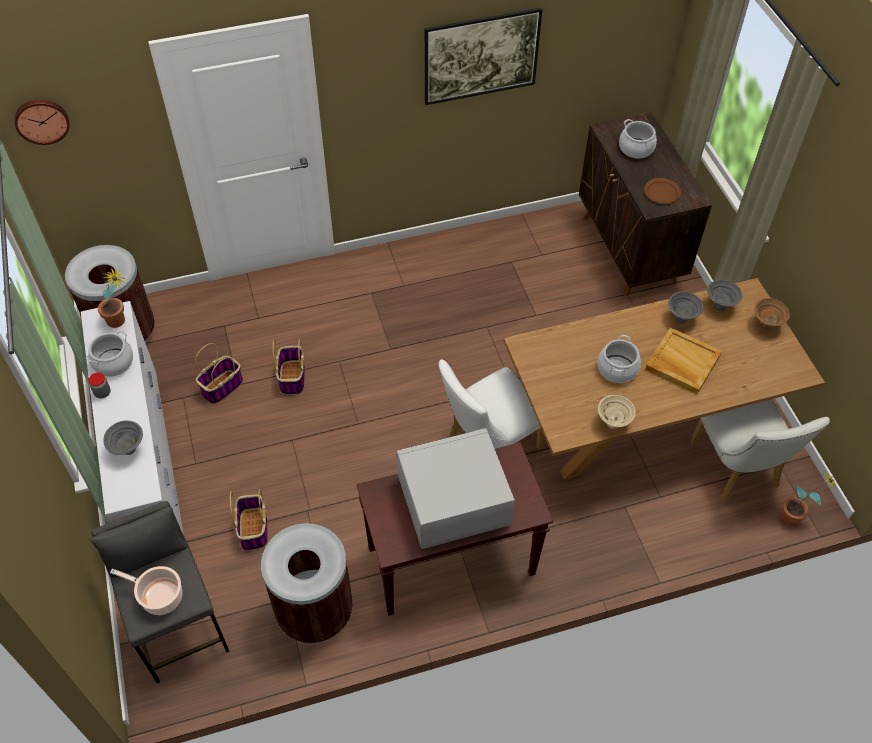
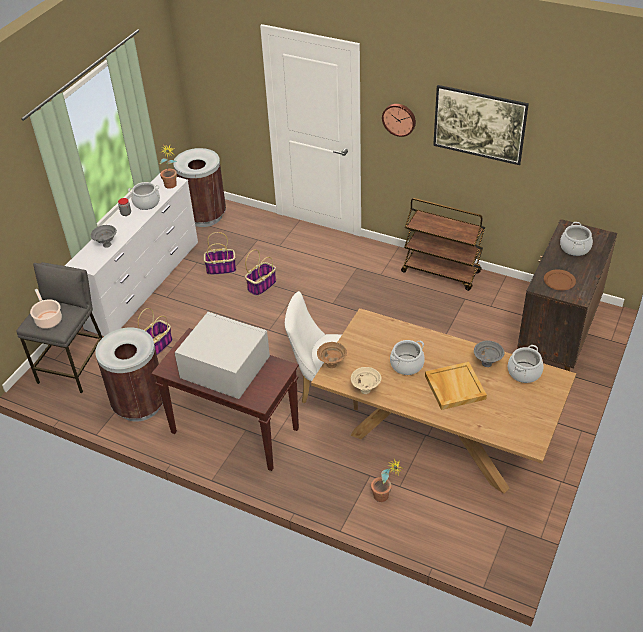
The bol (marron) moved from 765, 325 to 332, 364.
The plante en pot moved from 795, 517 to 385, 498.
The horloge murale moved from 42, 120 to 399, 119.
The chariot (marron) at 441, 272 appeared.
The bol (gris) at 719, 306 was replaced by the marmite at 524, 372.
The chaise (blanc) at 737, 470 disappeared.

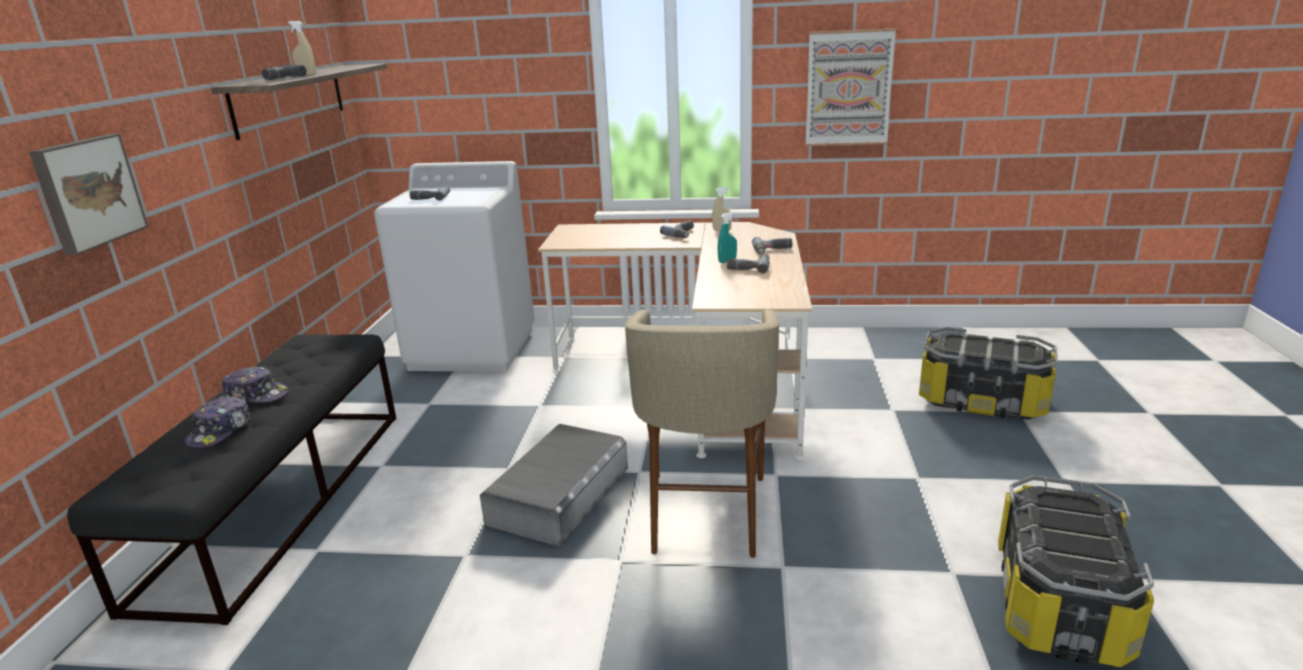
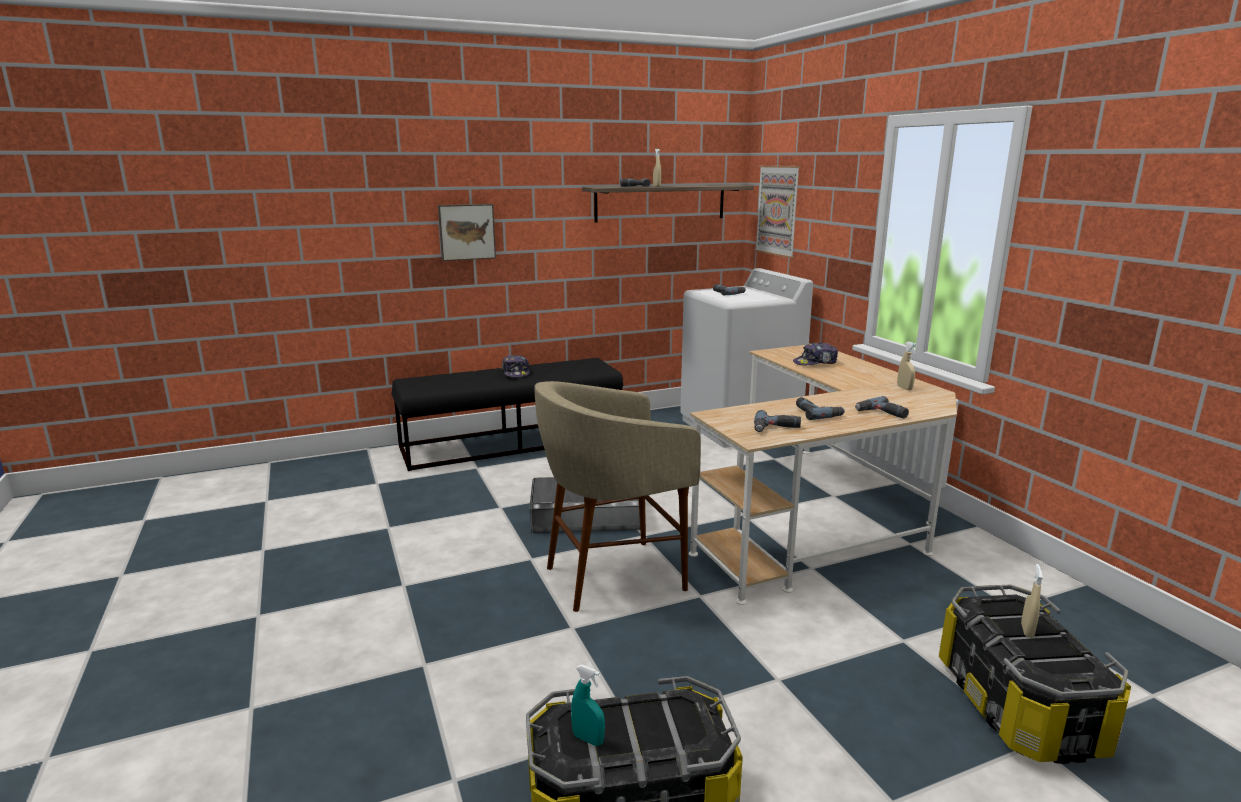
The vaporisateur (turquoise) moved from 727, 261 to 588, 739.
The perceuse moved from 684, 234 to 776, 428.
The tableau moved from 848, 88 to 777, 210.
The casquette moved from 221, 431 to 815, 363.
The vaporisateur (beige) at 1027, 631 appeared.

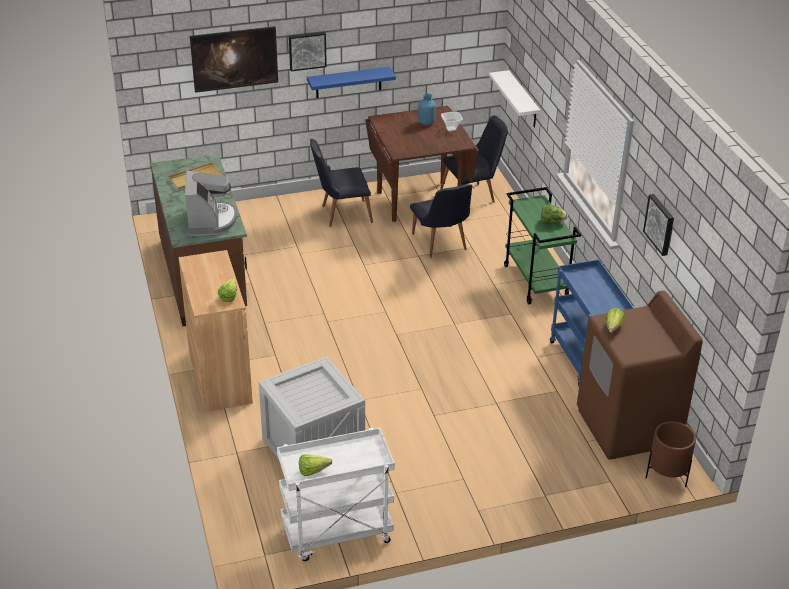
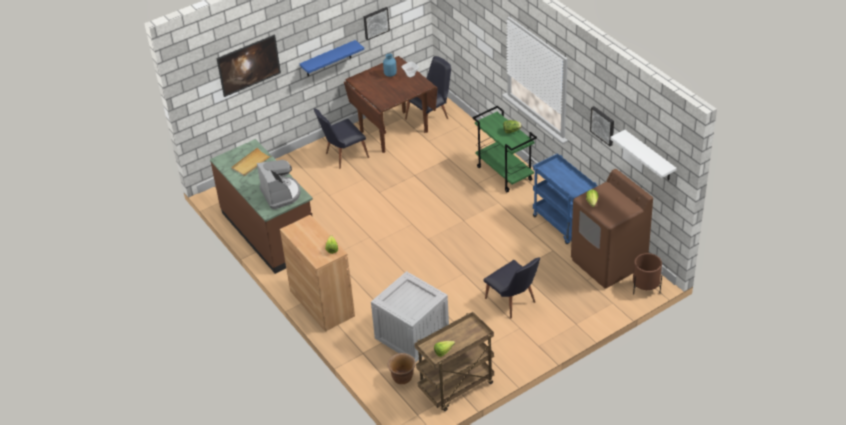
The tableau moved from 307, 50 to 375, 23.
The cache-pot (marron) at 402, 378 appeared.
The chariot (blanc) at 336, 534 became the chariot (marron) at 456, 388.
The chaise (noir) moved from 441, 245 to 513, 303.
The étagère (blanc) moved from 523, 100 to 649, 156.

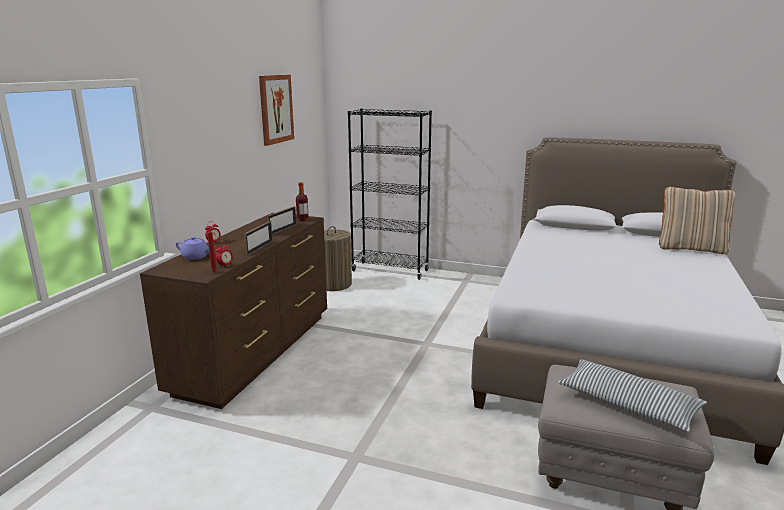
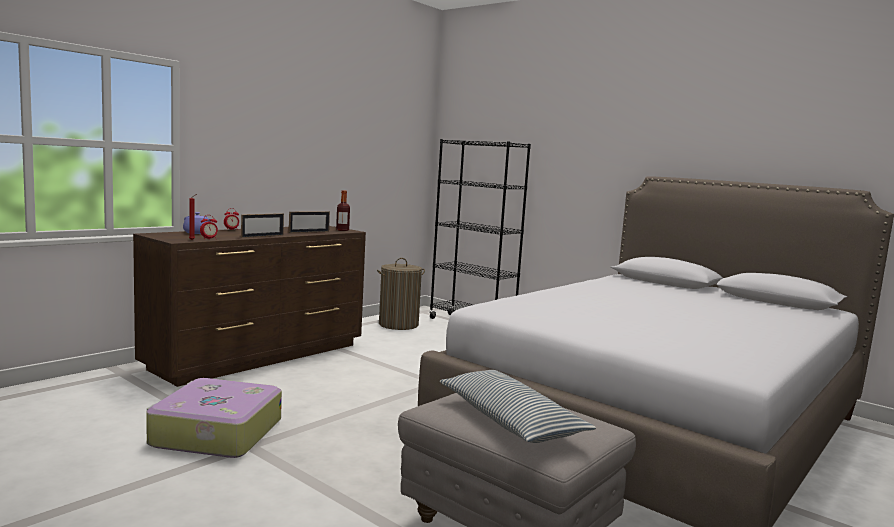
The valise at 215, 433 appeared.
The tableau at 276, 109 disappeared.
The coussin (beige) at 691, 248 disappeared.

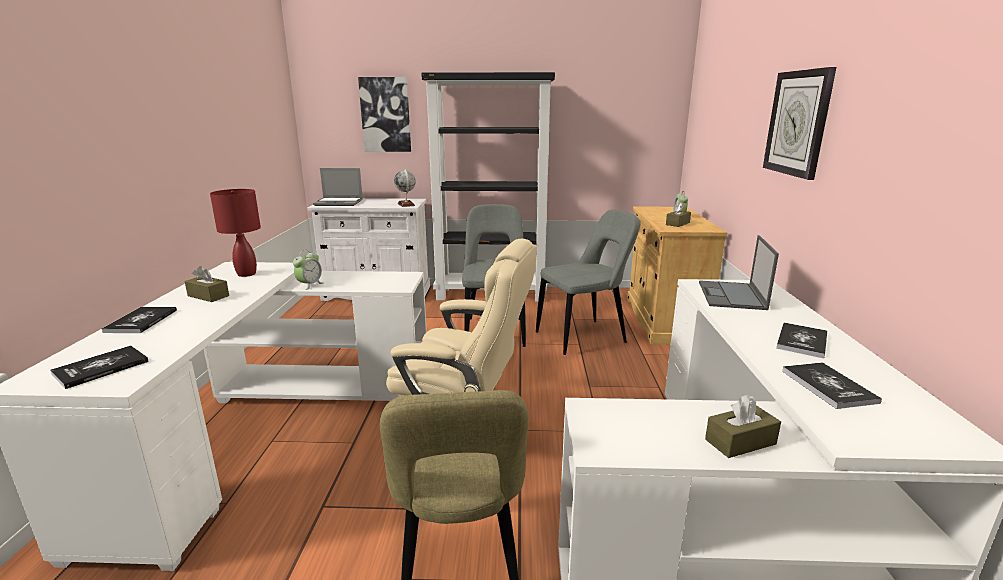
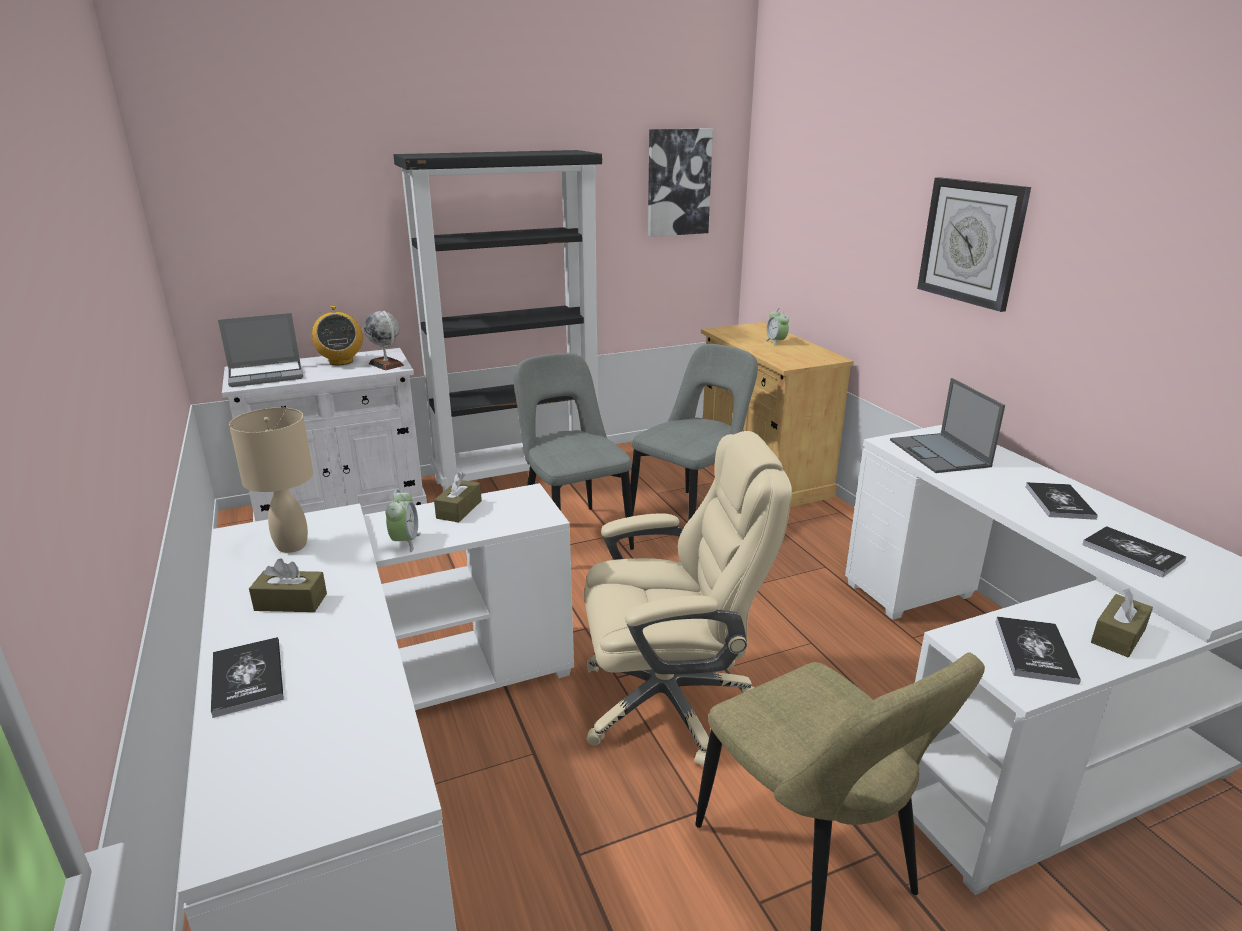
The lampe de table (rouge) at 246, 274 became the lampe de table (beige) at 290, 545.
The radio at 341, 361 appeared.
The boîte à mouchoirs (marron) moved from 677, 224 to 459, 509.
The tableau moved from 385, 115 to 678, 182.
The livre moved from 101, 368 to 1034, 651.

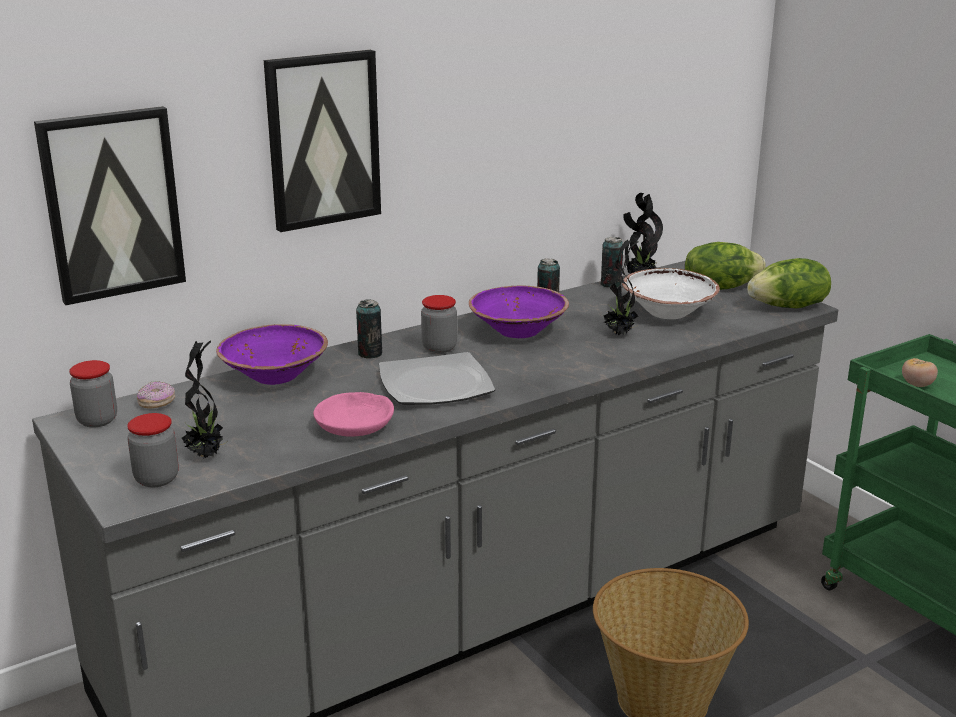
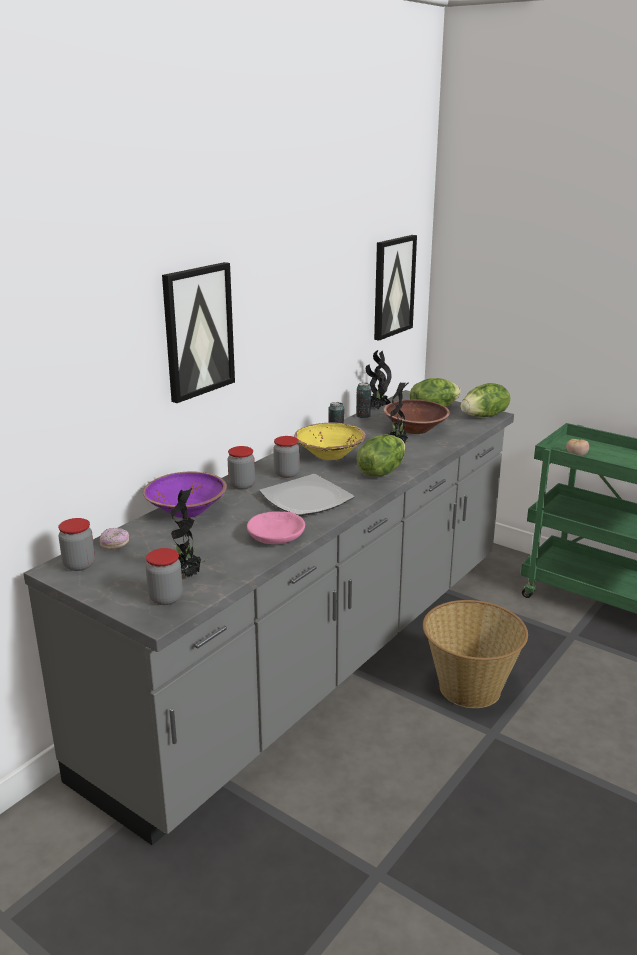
The boîte métallique at 370, 354 was replaced by the bocal at 242, 485.
The bol (violet) at 518, 331 became the bol (jaune) at 330, 455.
The laitue at 381, 471 appeared.
The tableau moved from 112, 204 to 393, 286.
The bol (blanc) at 668, 312 became the bol (marron) at 415, 429.

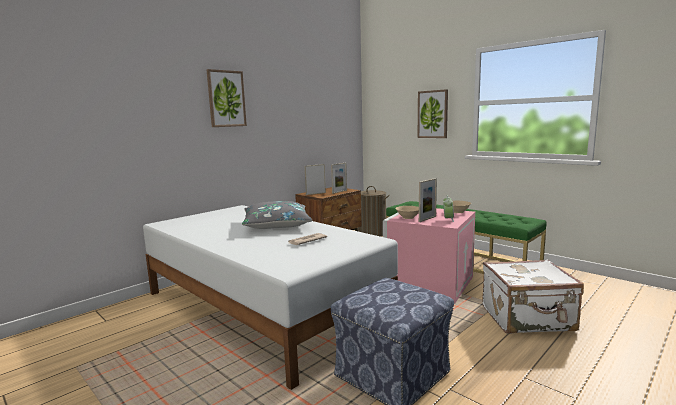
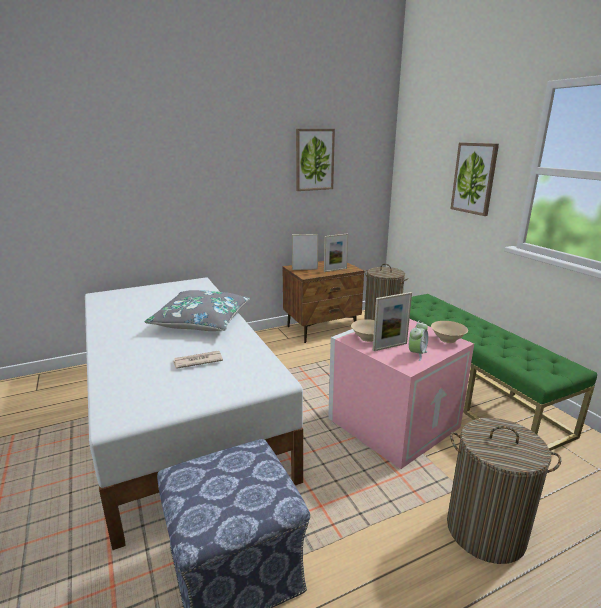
The tableau moved from 226, 99 to 314, 160.
The valise (blanc) at 528, 319 was replaced by the panier à linge at 485, 531.

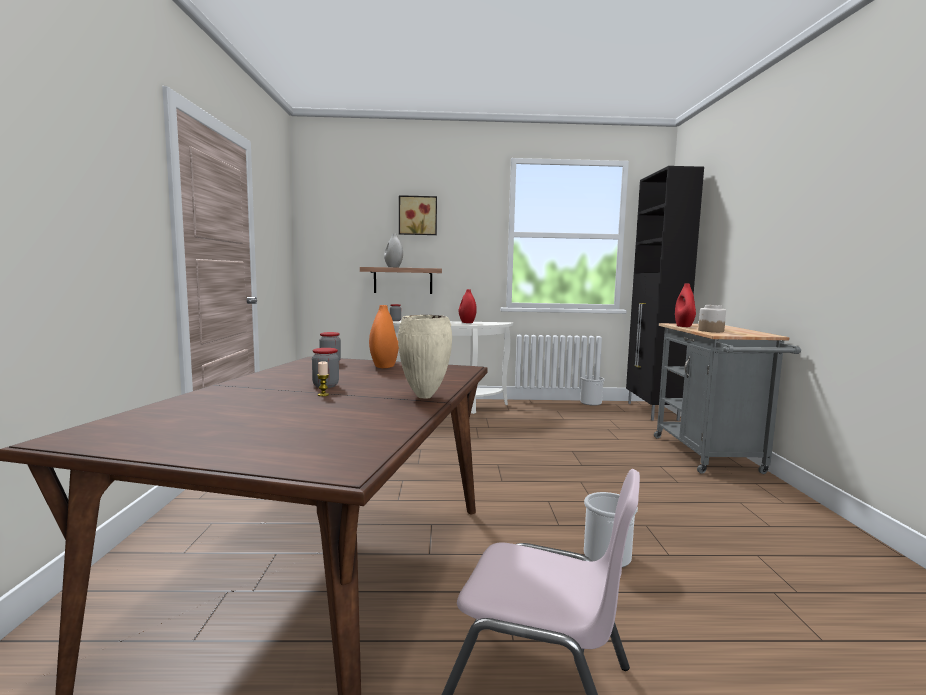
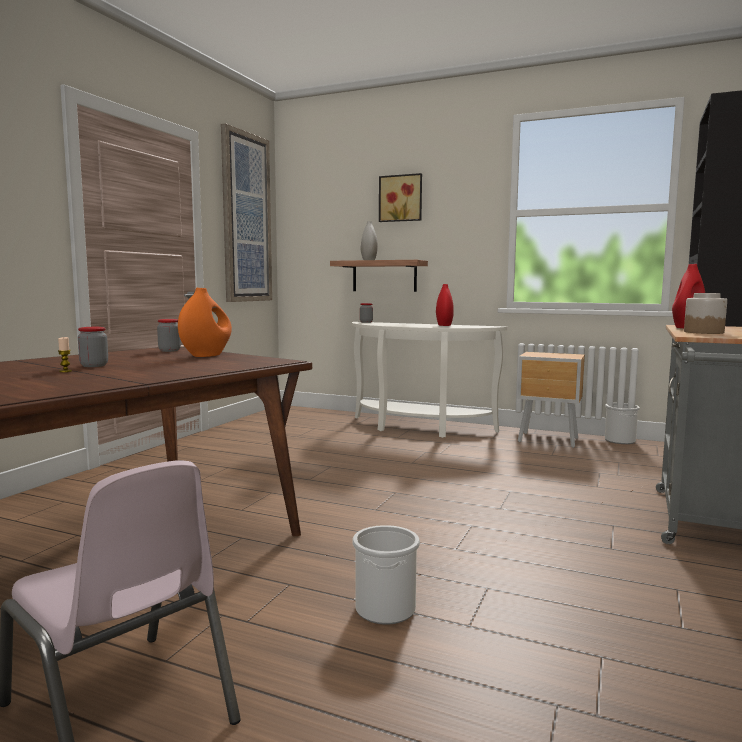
The tableau at 246, 218 appeared.
The table de chevet (marron) at 549, 441 appeared.
The vase (beige) at 424, 397 disappeared.

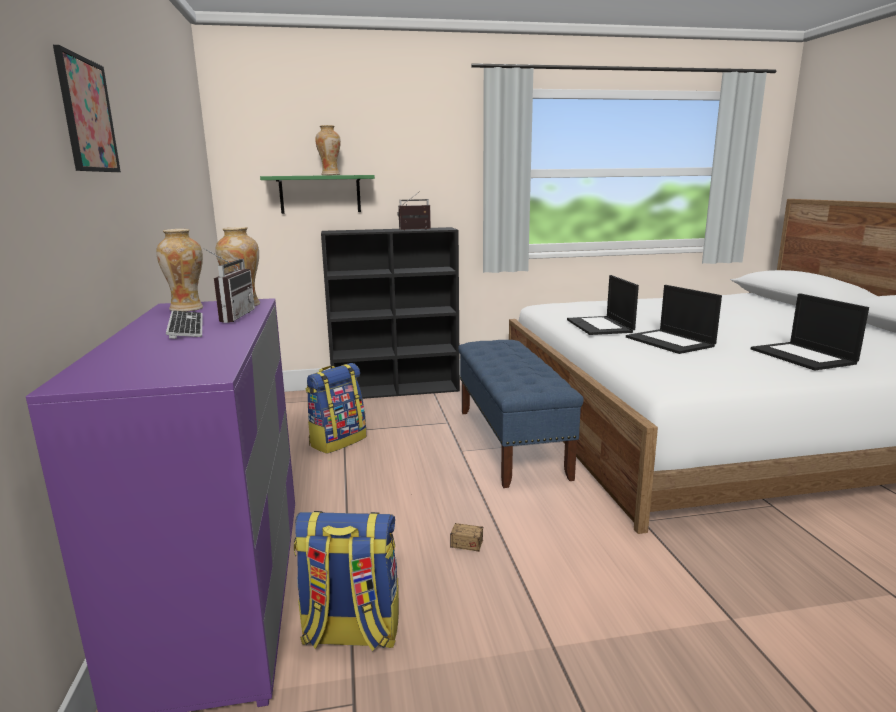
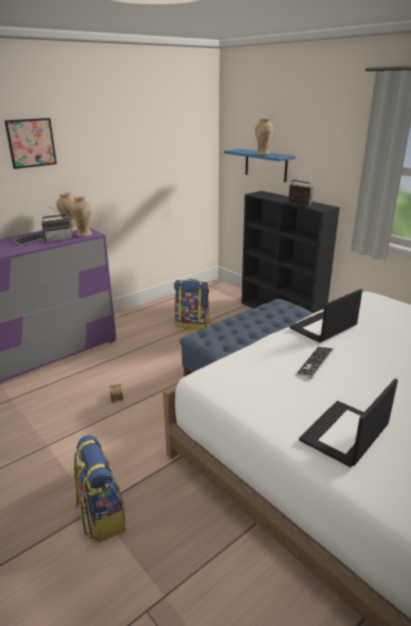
The sac à dos moved from 351, 633 to 101, 516.
The étagère (vert) at 320, 194 became the étagère (bleu) at 266, 165.
The ordinateur portable at 671, 342 was replaced by the clavier at 315, 363.

